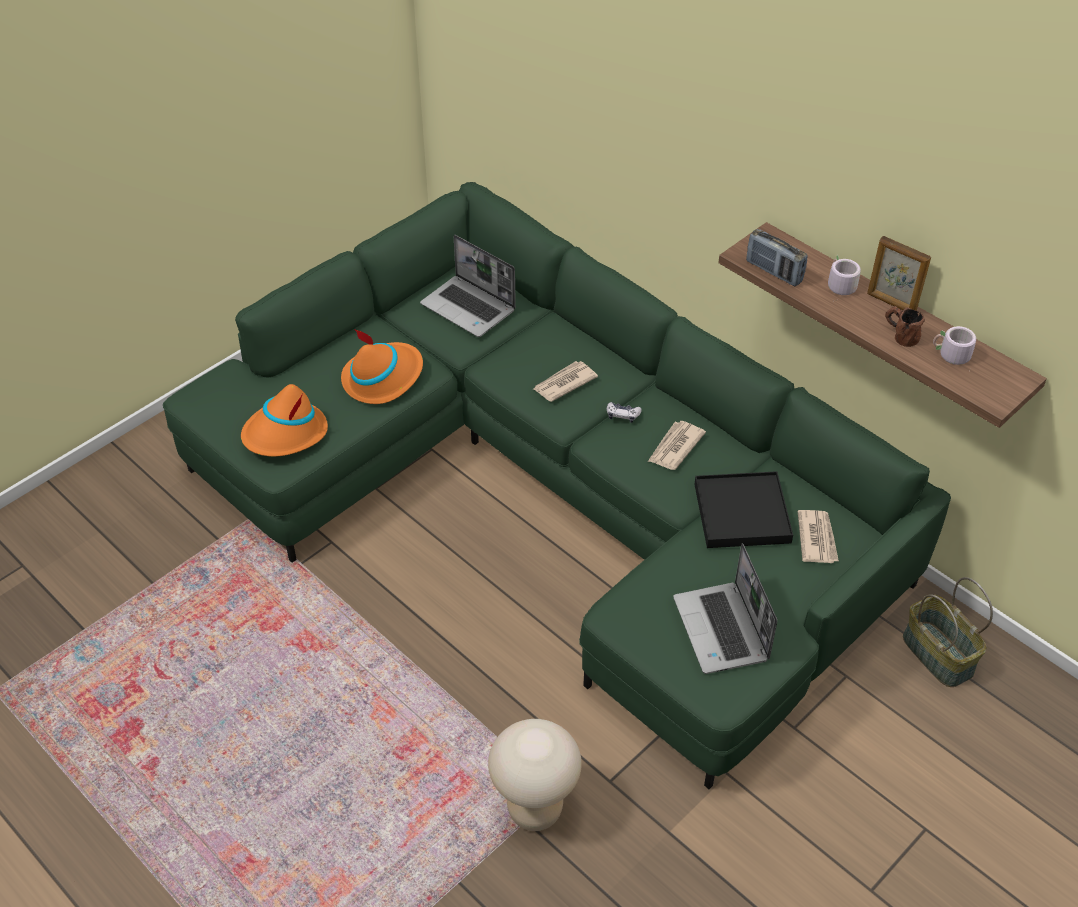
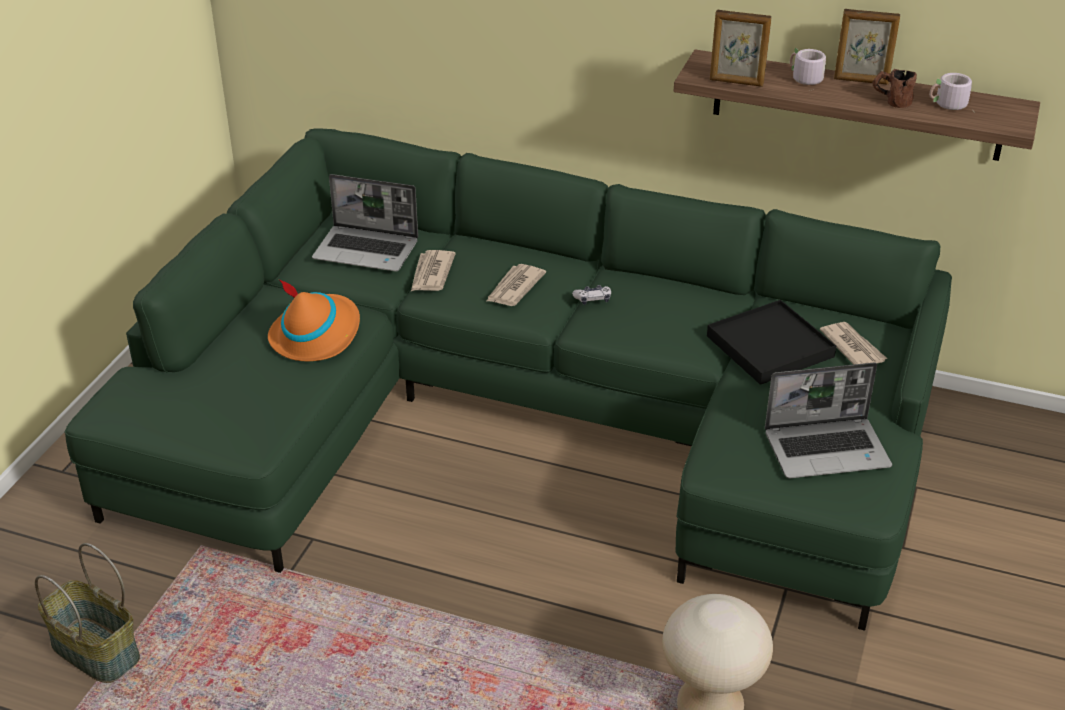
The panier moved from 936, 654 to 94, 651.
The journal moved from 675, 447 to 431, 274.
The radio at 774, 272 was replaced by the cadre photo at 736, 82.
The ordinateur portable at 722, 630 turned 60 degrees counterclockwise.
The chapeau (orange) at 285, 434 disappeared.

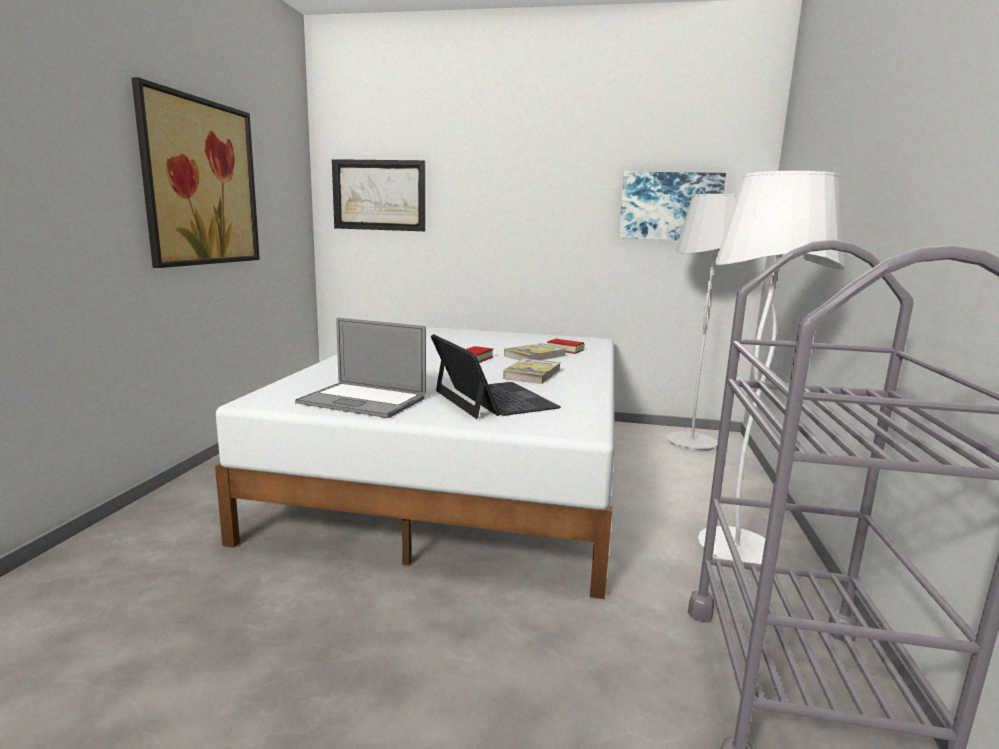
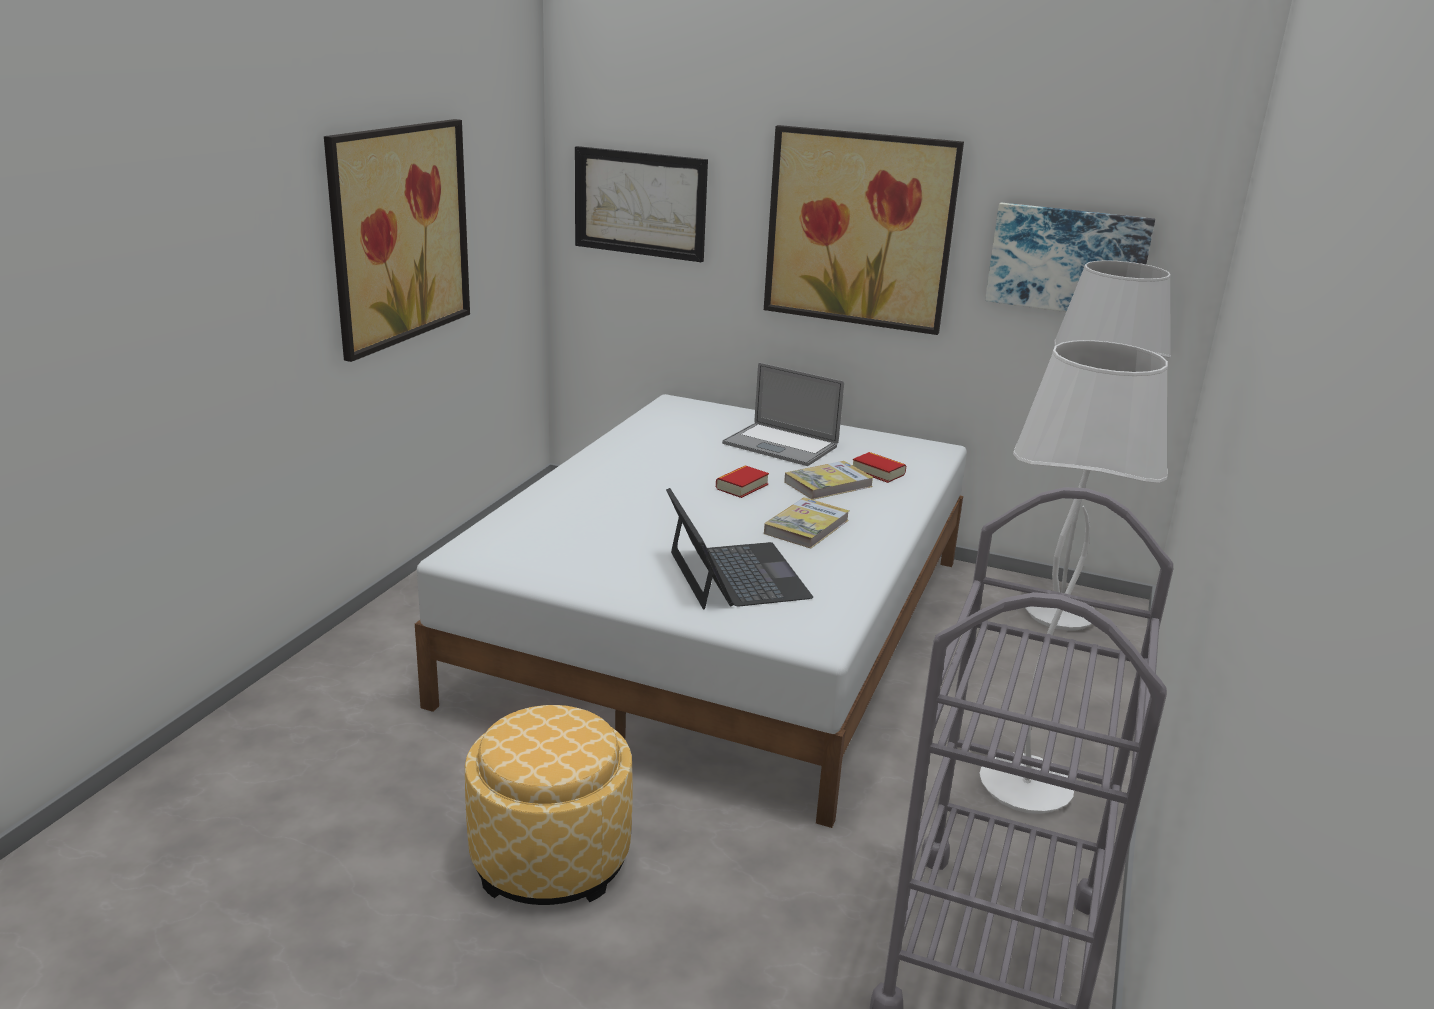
The pouf at 551, 857 appeared.
The ordinateur portable moved from 362, 400 to 780, 445.
The tableau at 859, 229 appeared.

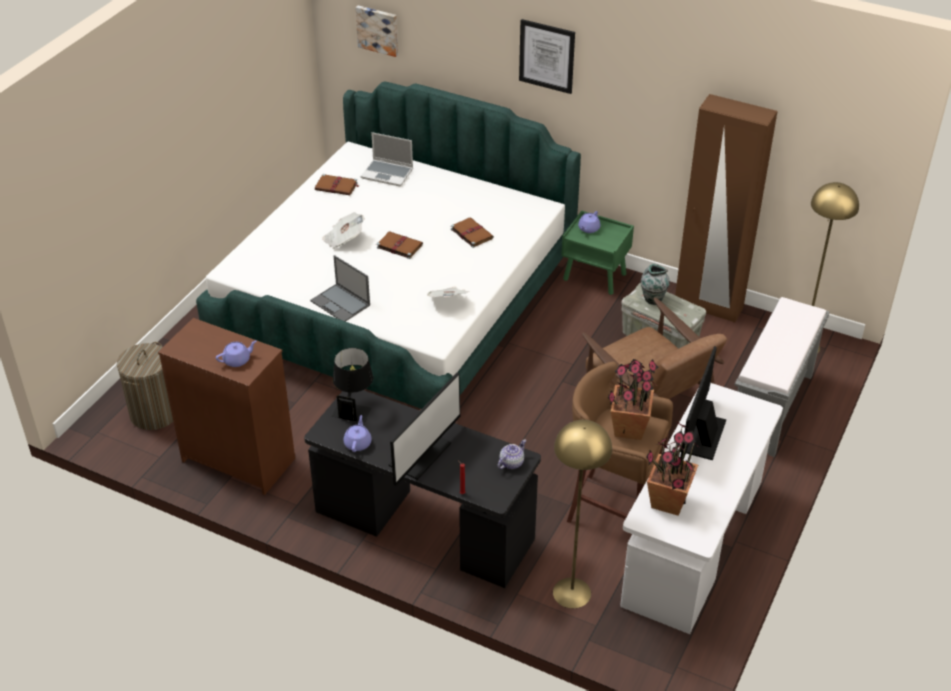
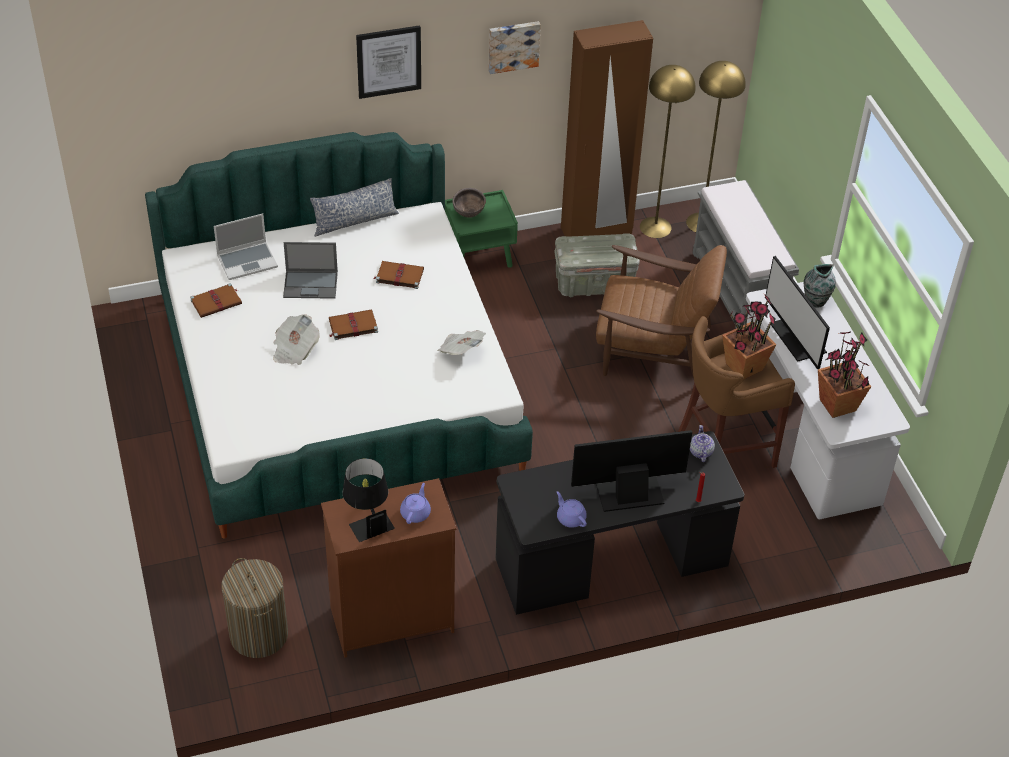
The ordinateur portable moved from 341, 303 to 311, 284.
The coussin at 354, 221 appeared.
The lampe de table (noir) moved from 354, 406 to 367, 520.
The théière (violet) at 588, 229 was replaced by the bol (marron) at 468, 214.
The tableau moved from 378, 30 to 513, 46.
The écran d'ordinateur at 421, 454 turned 90 degrees counterclockwise.
The lampadaire (jaune) moved from 572, 593 to 655, 227.
The vase moved from 652, 299 to 815, 301.

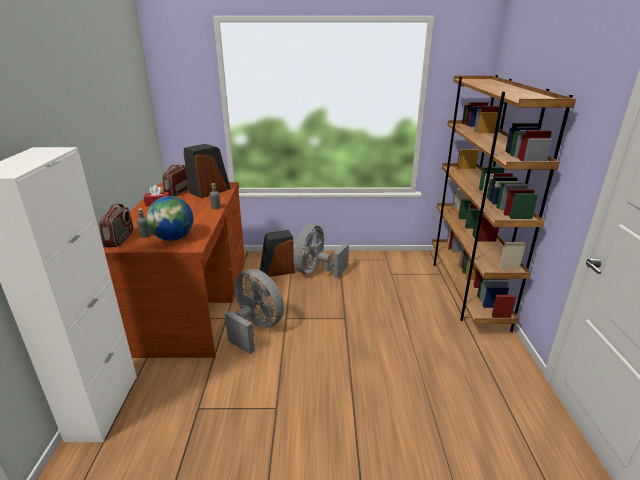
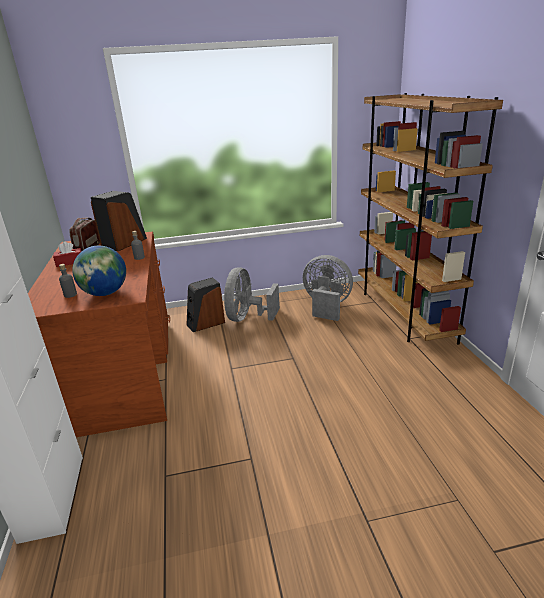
The ventilateur (gris) moved from 256, 328 to 326, 306.
The radio at 120, 239 disappeared.

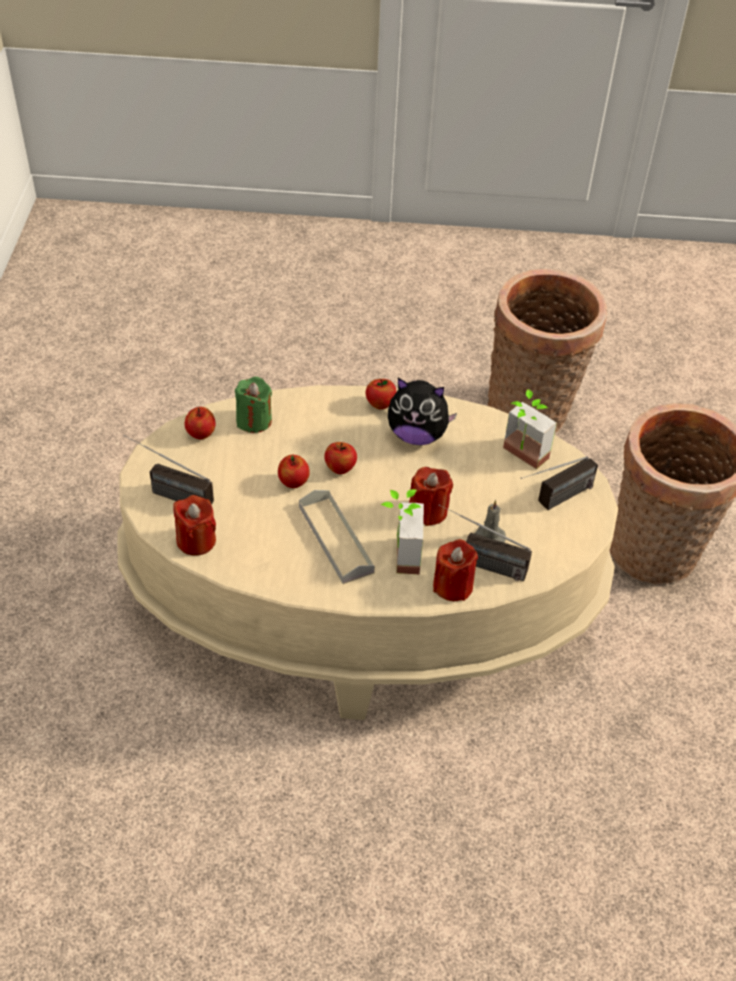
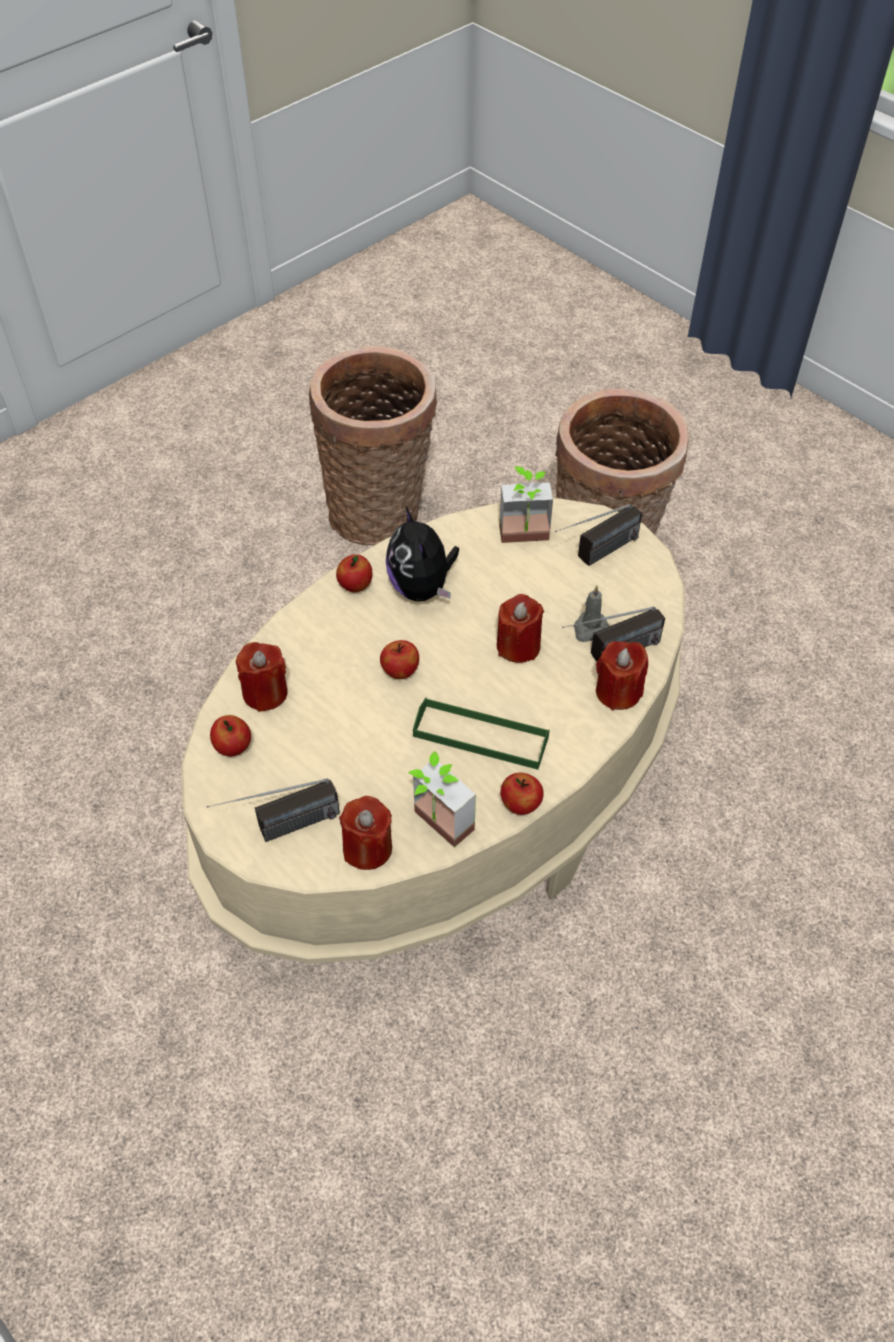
The bougie (vert) at 254, 420 became the bougie (rouge) at 265, 693.
The peluche at 417, 435 turned 105 degrees clockwise.
The plante en pot moved from 398, 555 to 435, 828.
The plateau (gris) at 335, 539 became the plateau (vert) at 480, 736.
The pomme moved from 293, 482 to 520, 804.
The radio at 554, 501 turned 45 degrees clockwise.

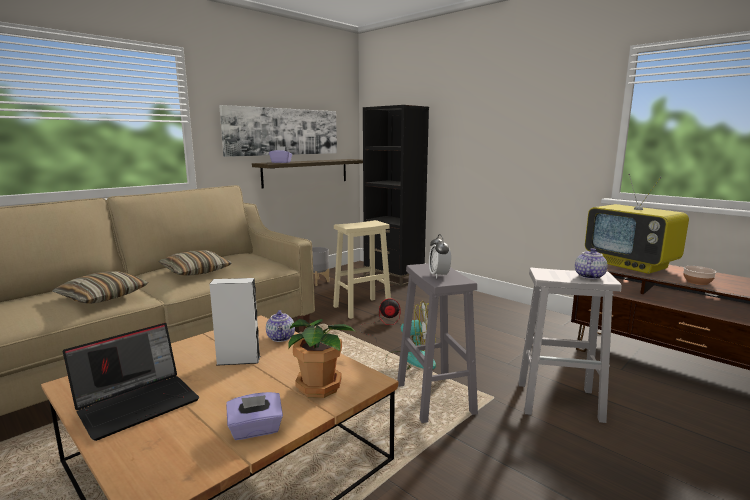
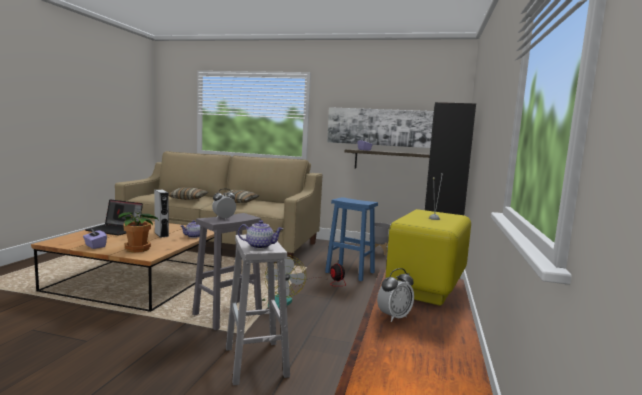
The tabouret (beige) at 361, 308 became the tabouret (bleu) at 349, 272.
The bol at 697, 282 was replaced by the réveil at 394, 317.

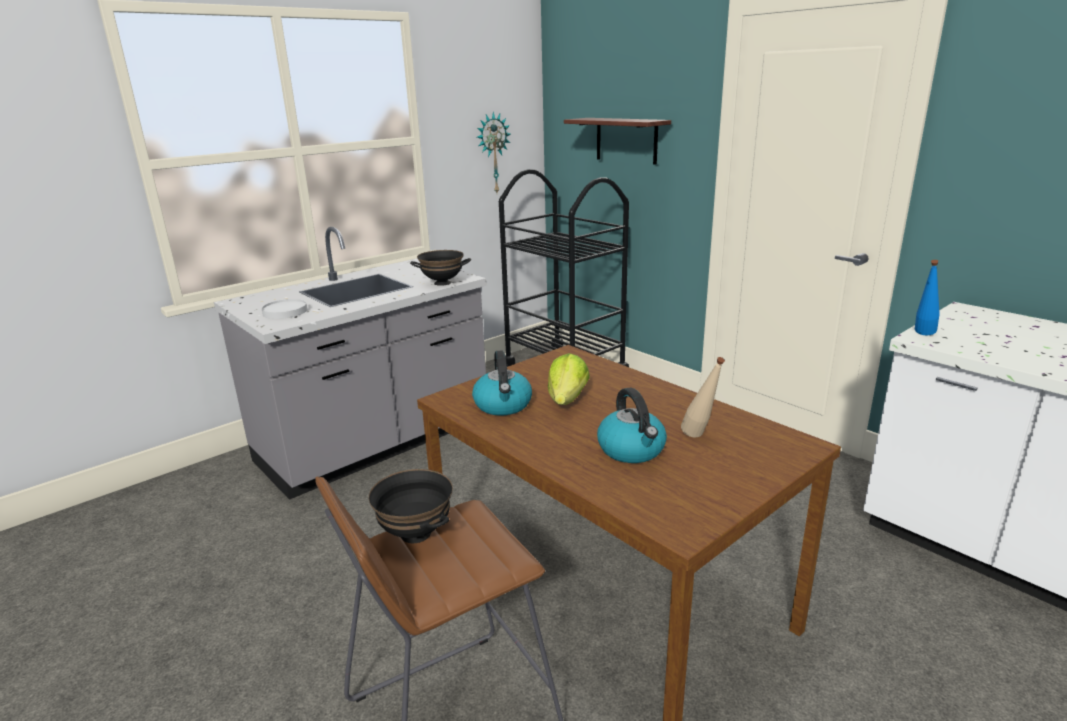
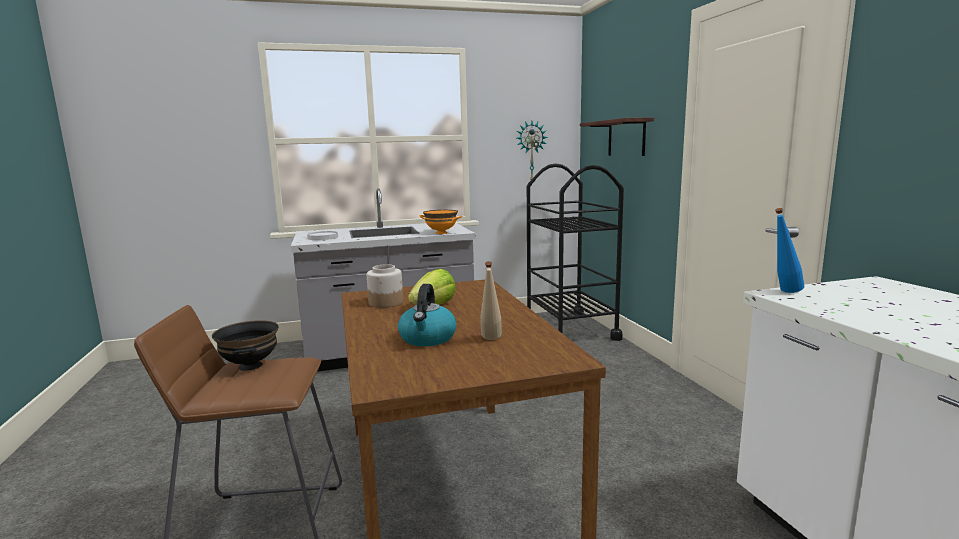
The bouilloire at 503, 405 was replaced by the bocal at 386, 303.
The bol (noir) at 442, 283 became the bol (orange) at 441, 233.

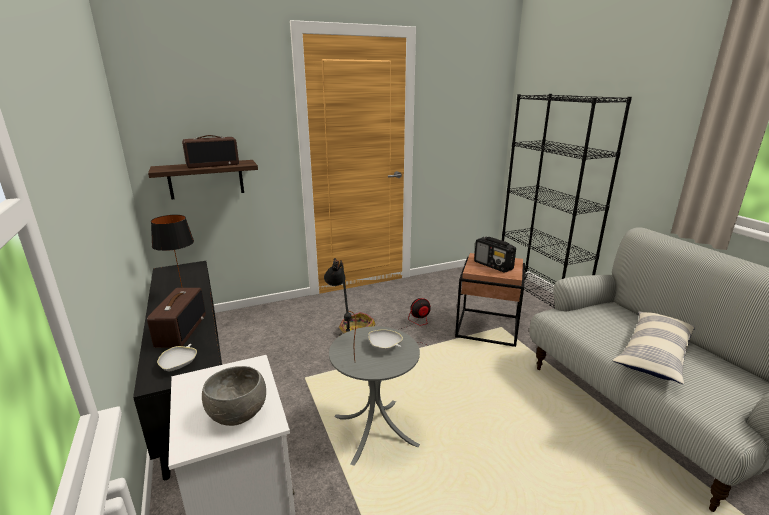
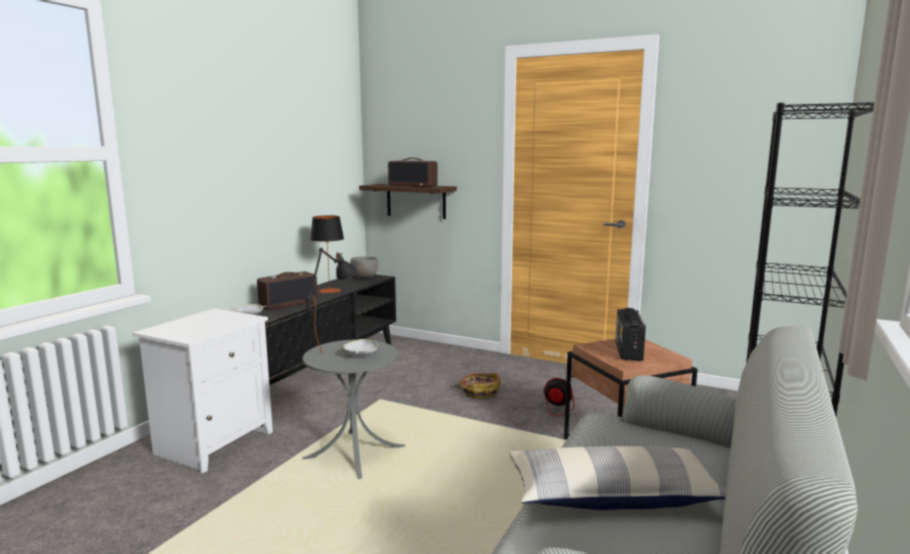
The bol (gris) moved from 239, 414 to 365, 277.

